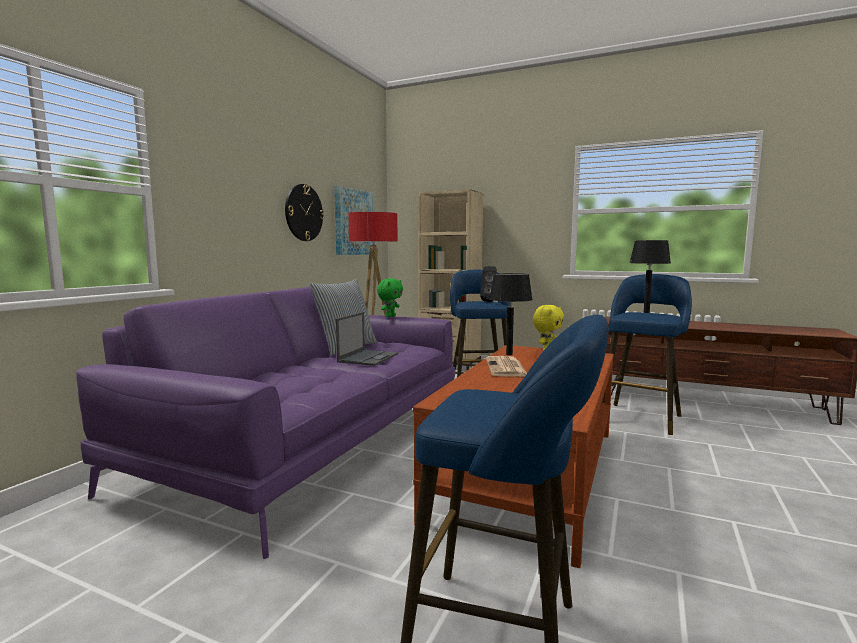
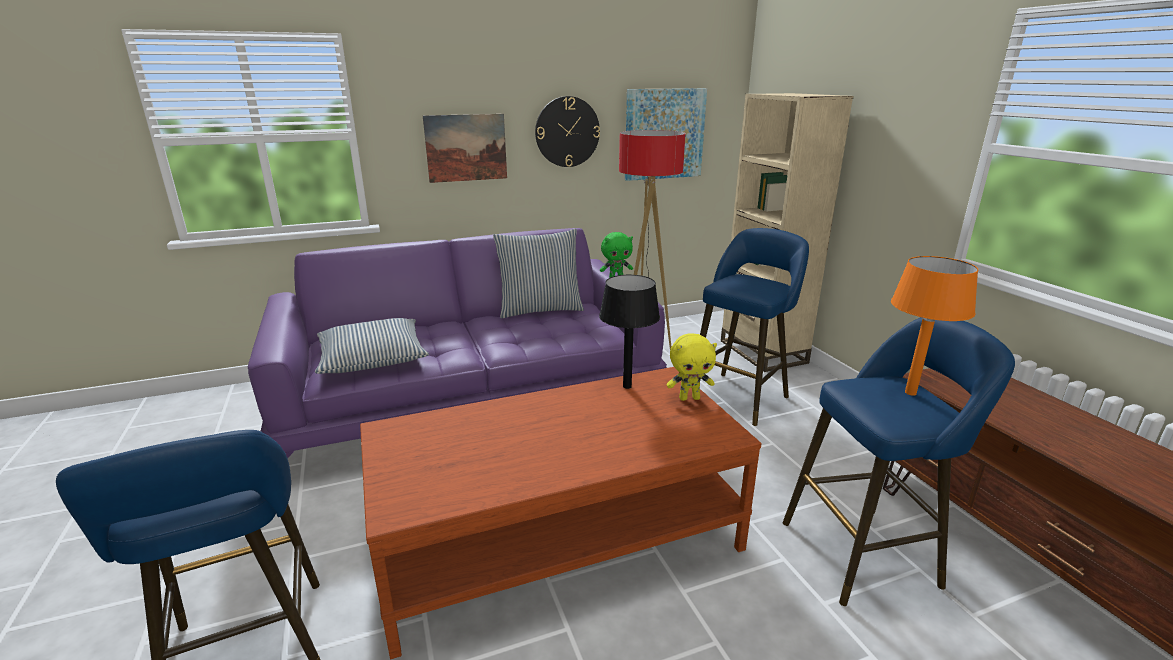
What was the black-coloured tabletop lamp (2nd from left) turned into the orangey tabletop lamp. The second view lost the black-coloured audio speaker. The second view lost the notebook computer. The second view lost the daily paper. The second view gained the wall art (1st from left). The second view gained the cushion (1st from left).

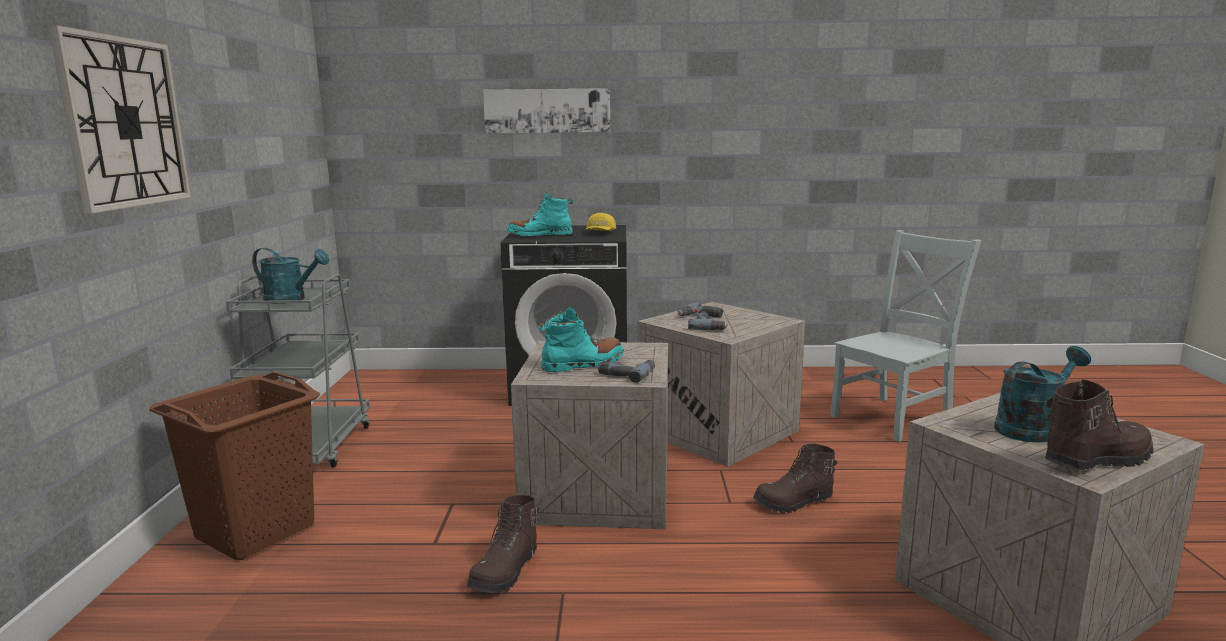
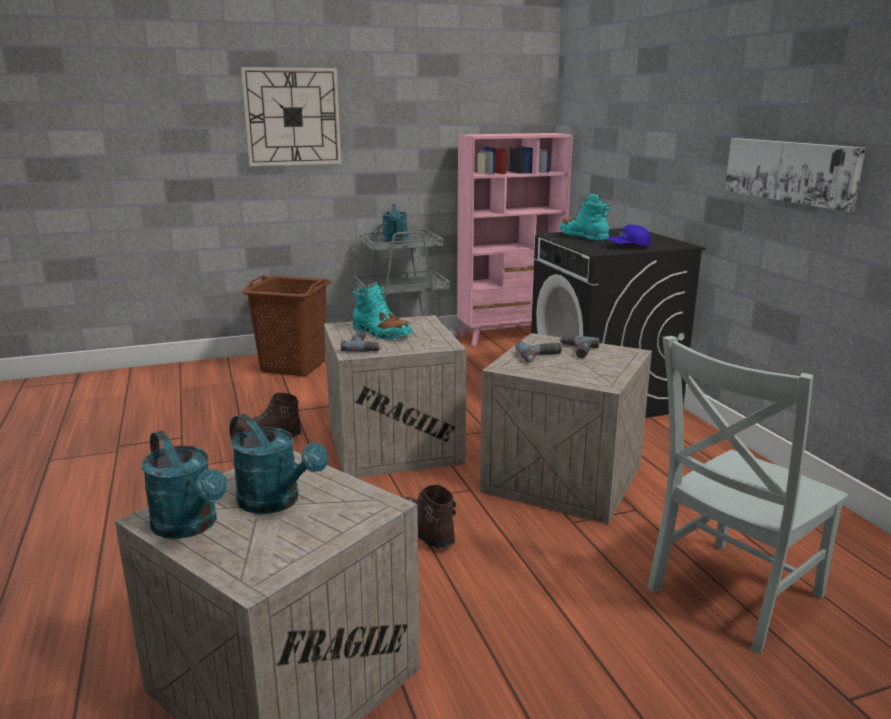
The wall art ended up elsewhere. What was the yellowish cap turned into the blue cap. The greyish chair ended up facing another way, 105 degrees clockwise from before. Where the brown boot (3rd from left) stood, the turquoise-coloured watering pot (1st from left) came to stand. The second view gained the pink shelving unit.

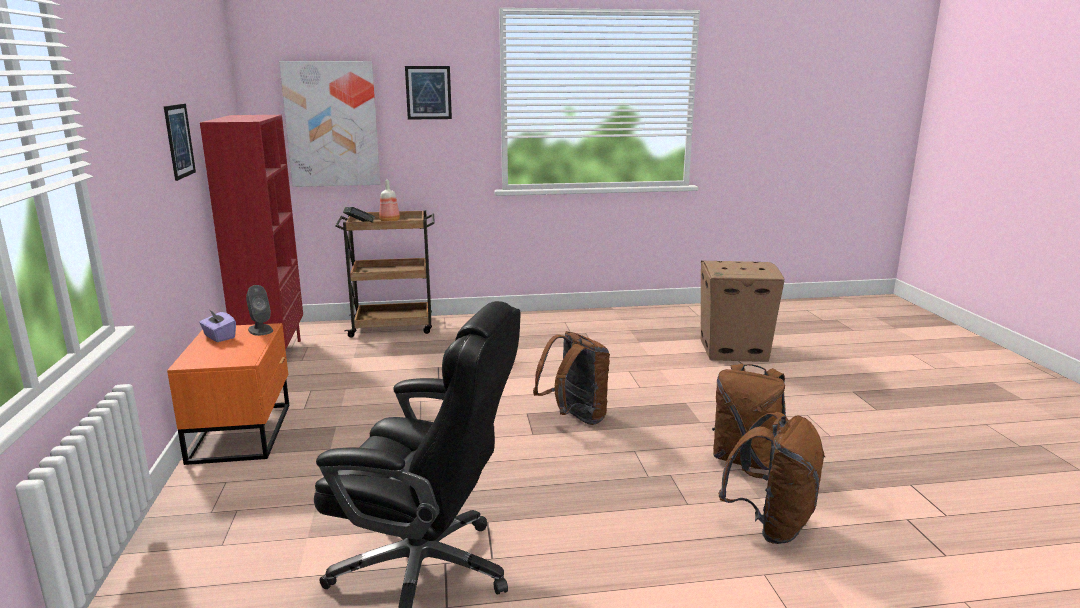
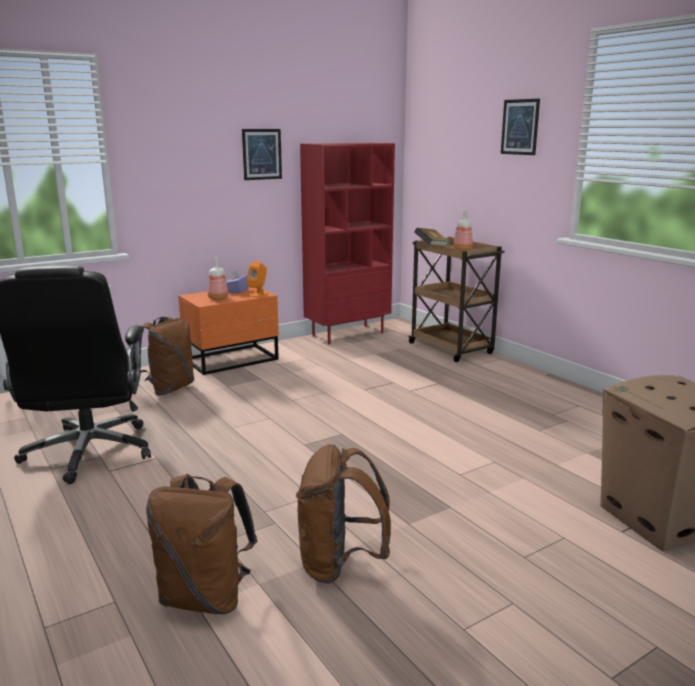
The second view lost the wall art (2nd from left). What was the greyish audio speaker turned into the orangey audio speaker. The brown knapsack (1st from left) ended up elsewhere. The second view gained the bottle (1st from left).

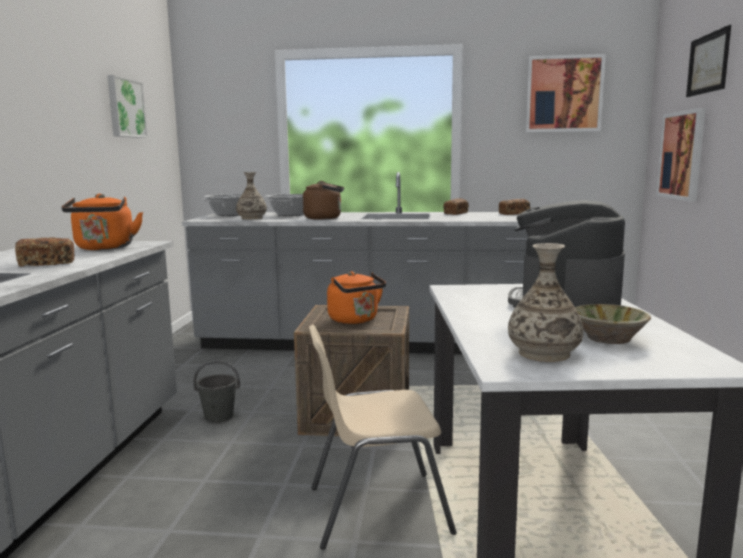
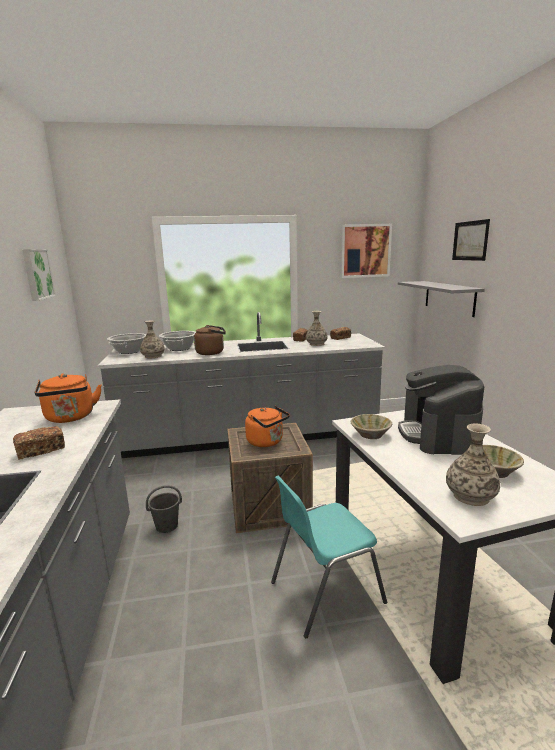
Where the wall art (3rd from left) hung, the greyish shelf came to hang. What was the sand-coloured chair turned into the turquoise-coloured chair. The second view gained the vase (2nd from left). The second view gained the sand-coloured serving bowl (1st from left).

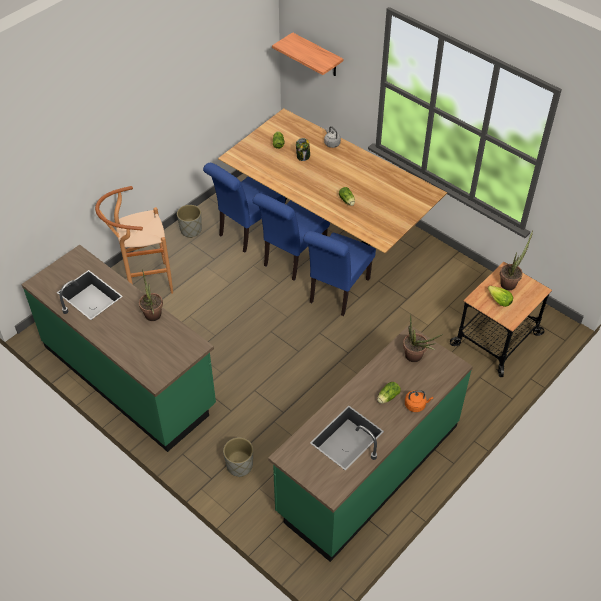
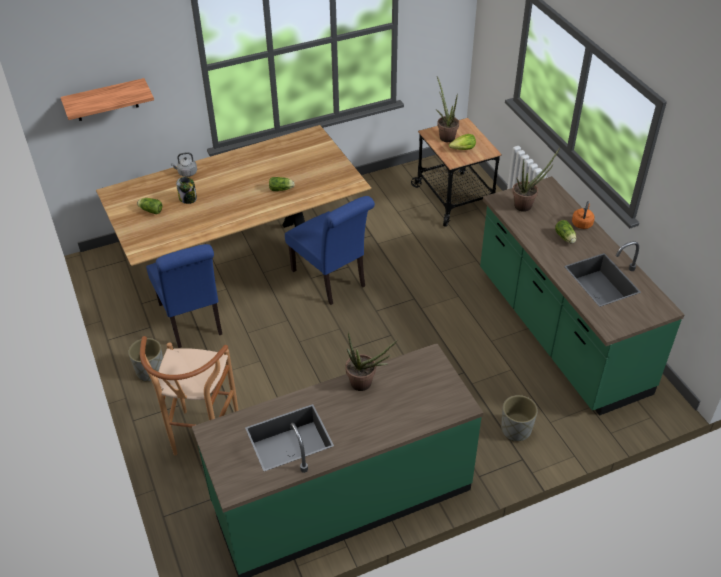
The second view lost the blue chair (2nd from left).

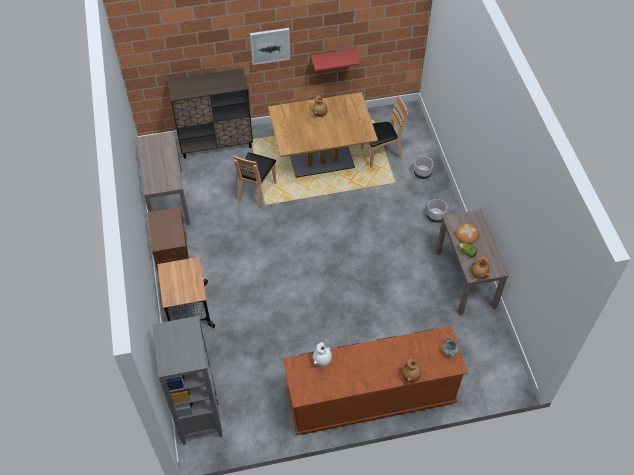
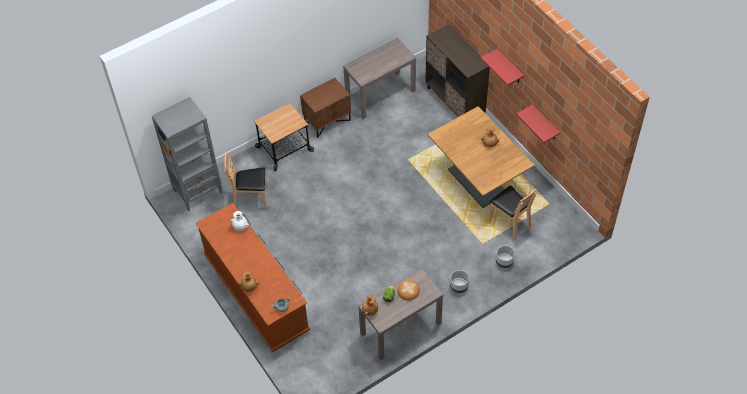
Where the wall art hung, the red-coloured shelf (1st from left) came to hang. The brown chair (1st from left) ended up elsewhere.

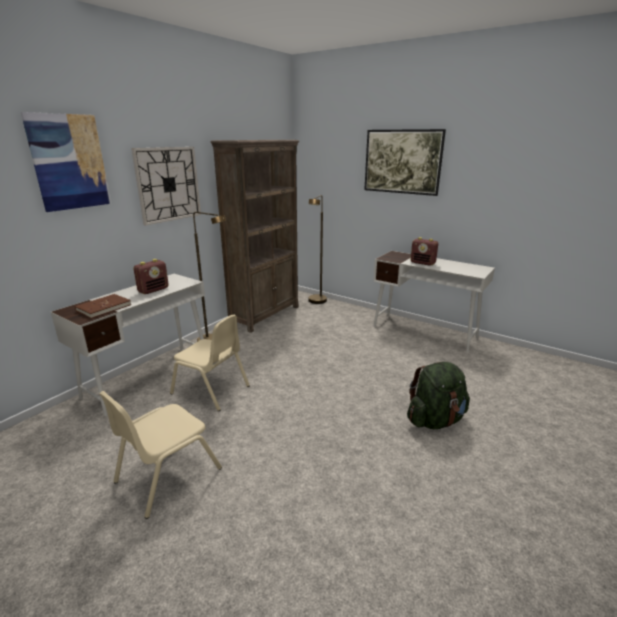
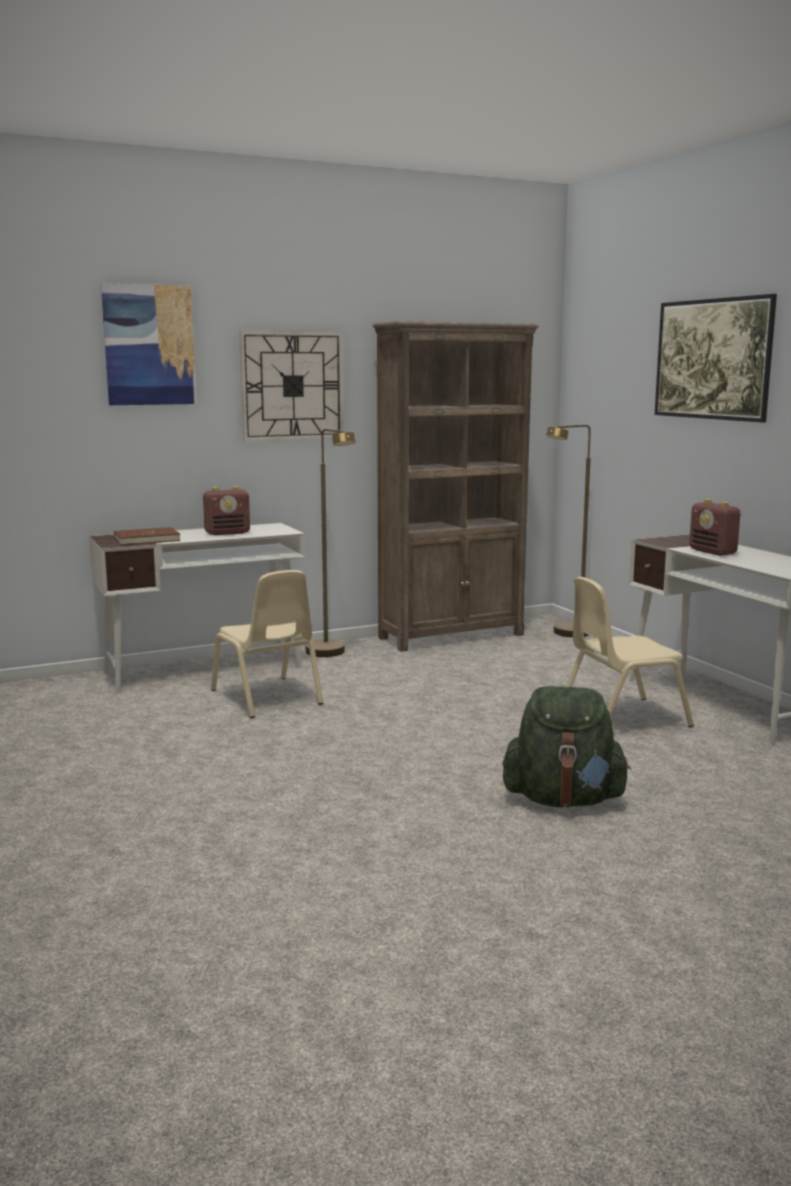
The sand-coloured chair (1st from left in the first image) ended up elsewhere.

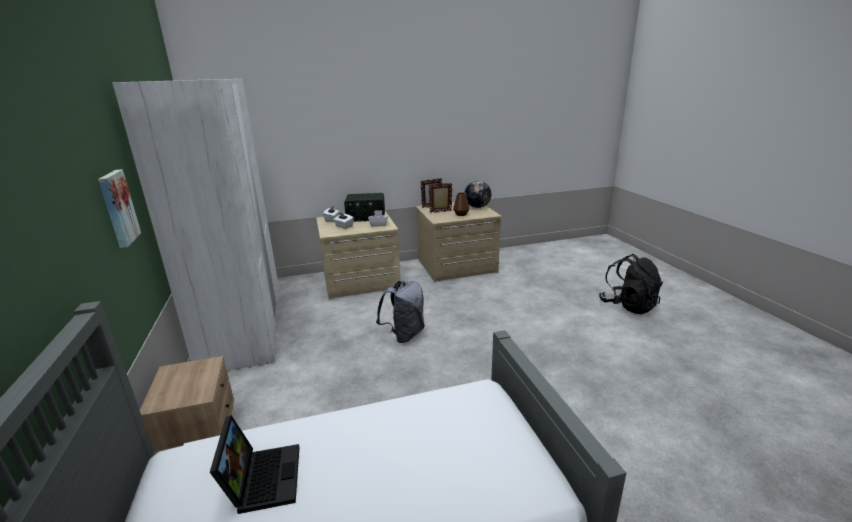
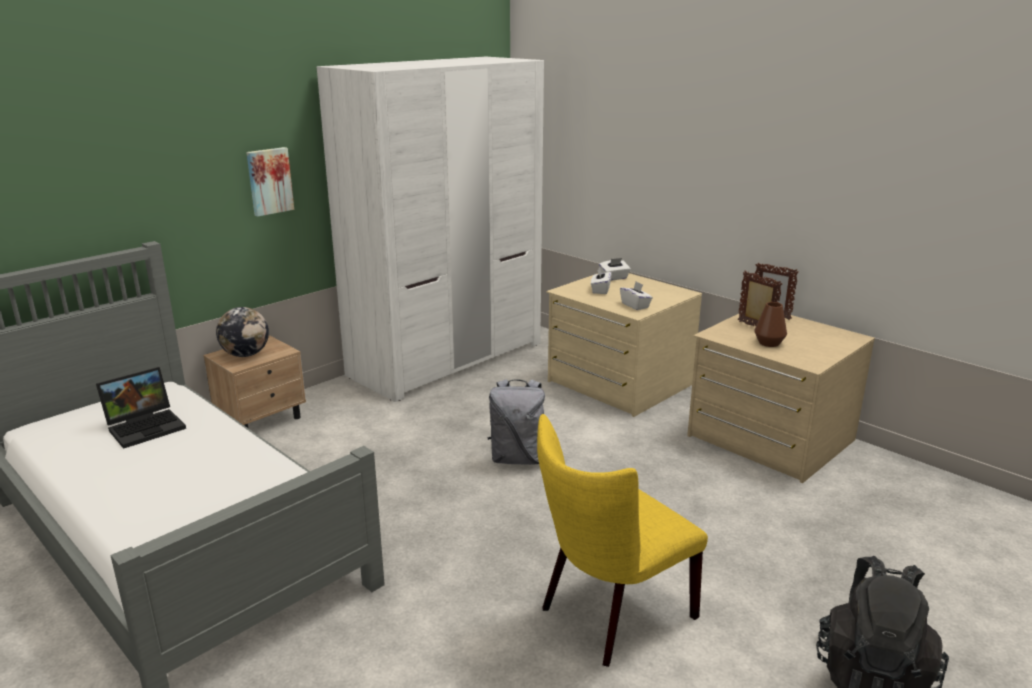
The globe ended up elsewhere. The second view lost the radio receiver. The second view gained the yellowish chair.

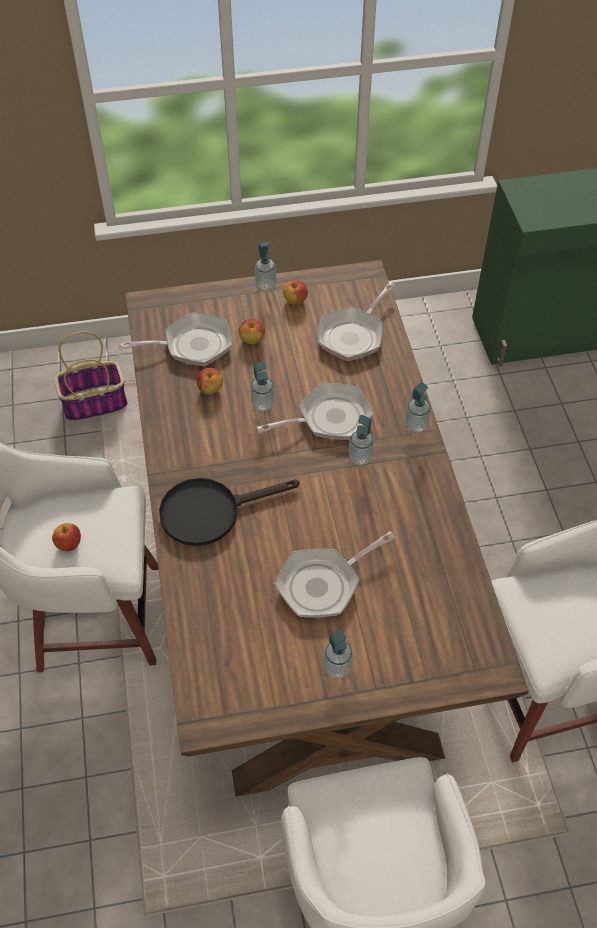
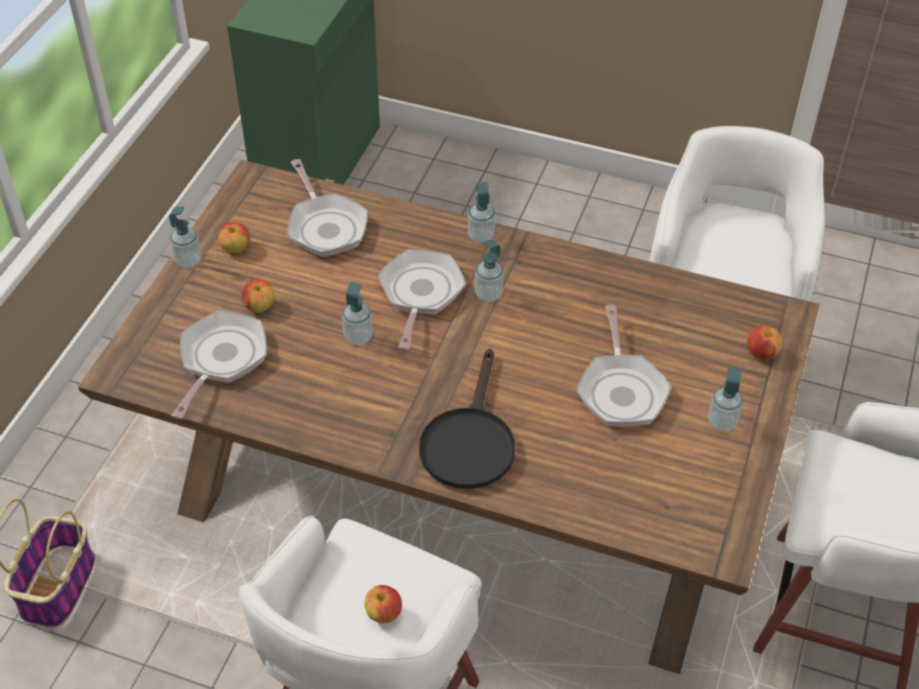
The whole apple (2nd from left in the first image) ended up elsewhere.

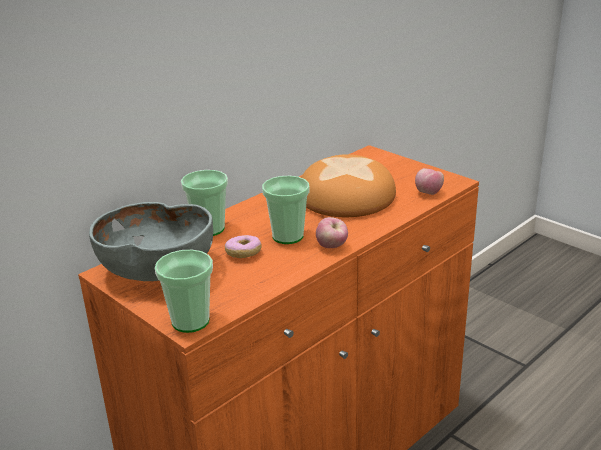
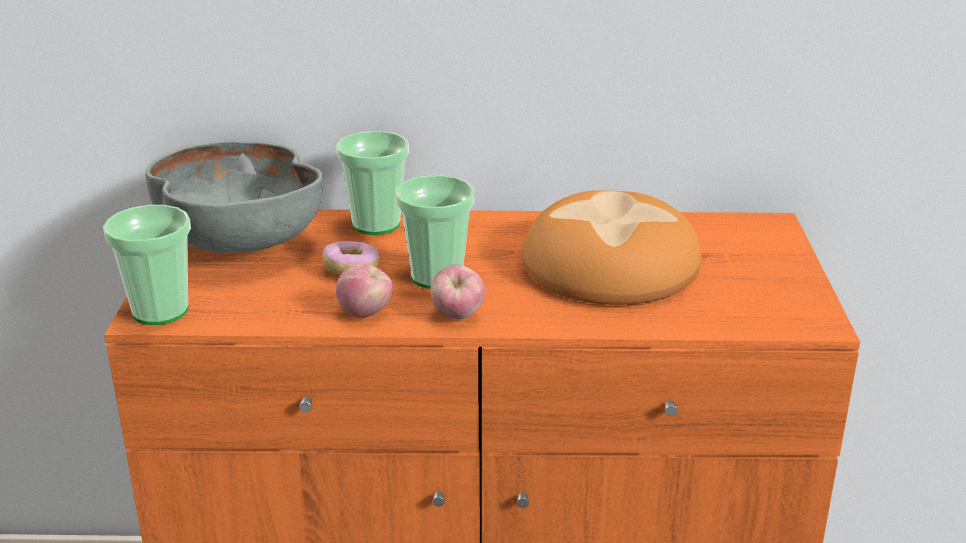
The whole apple (2nd from left in the first image) ended up elsewhere.

